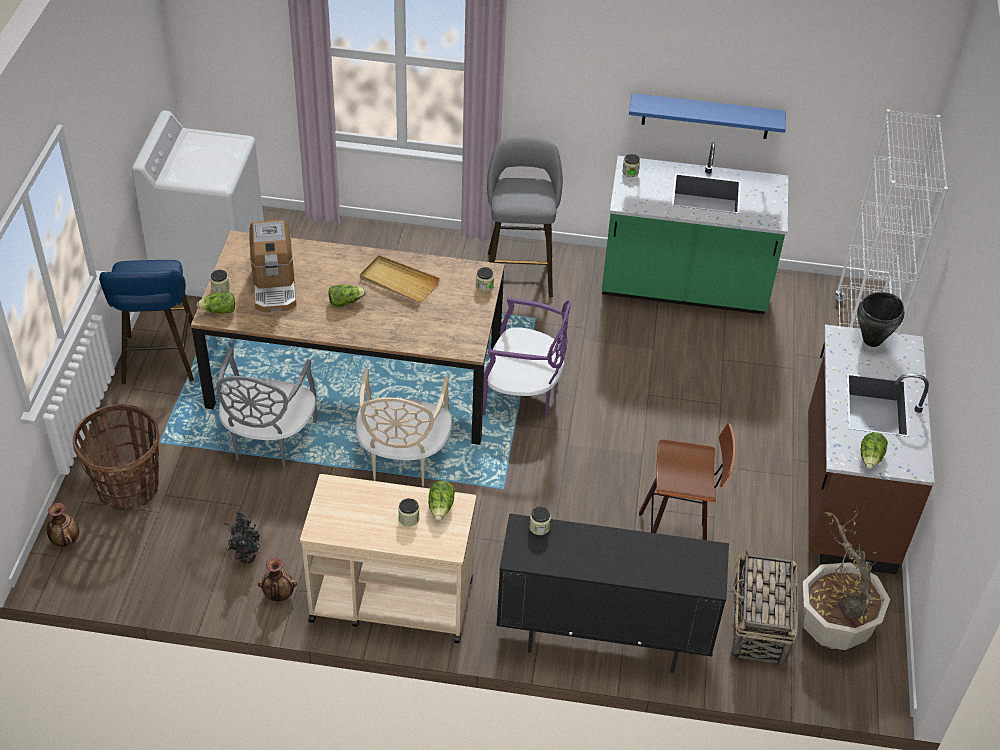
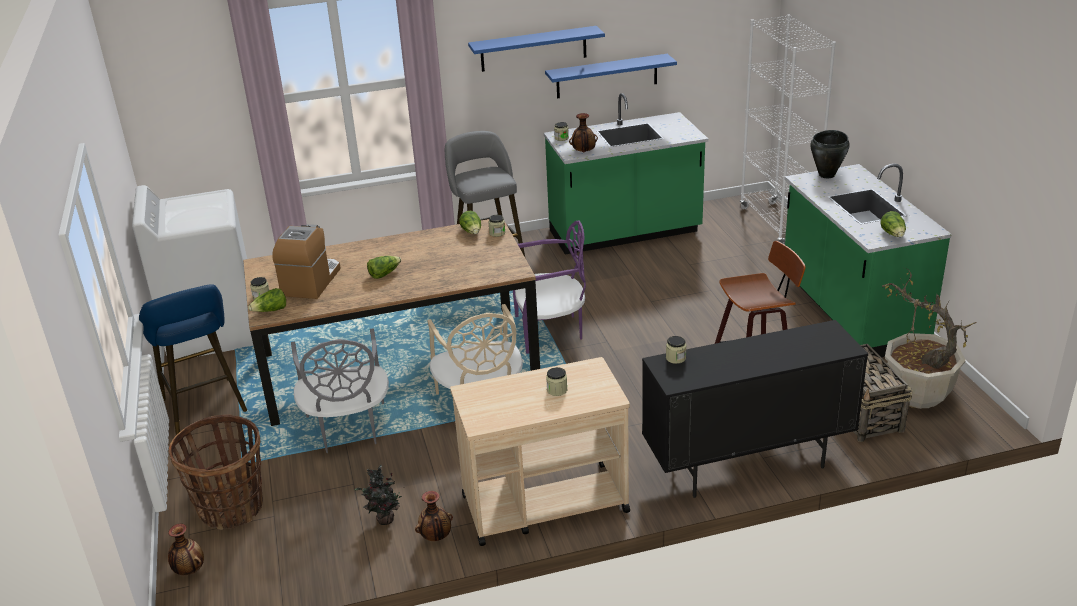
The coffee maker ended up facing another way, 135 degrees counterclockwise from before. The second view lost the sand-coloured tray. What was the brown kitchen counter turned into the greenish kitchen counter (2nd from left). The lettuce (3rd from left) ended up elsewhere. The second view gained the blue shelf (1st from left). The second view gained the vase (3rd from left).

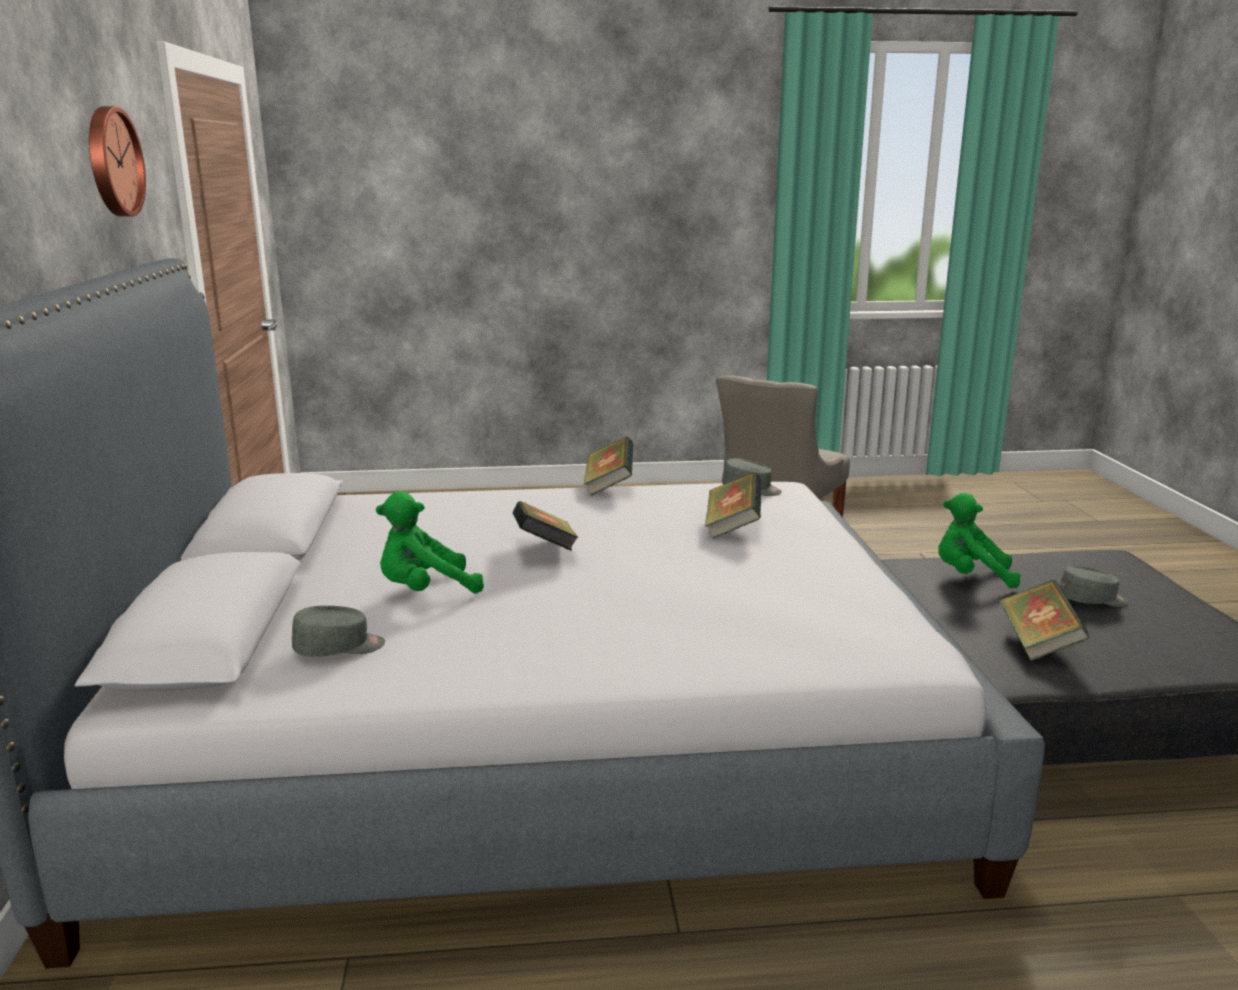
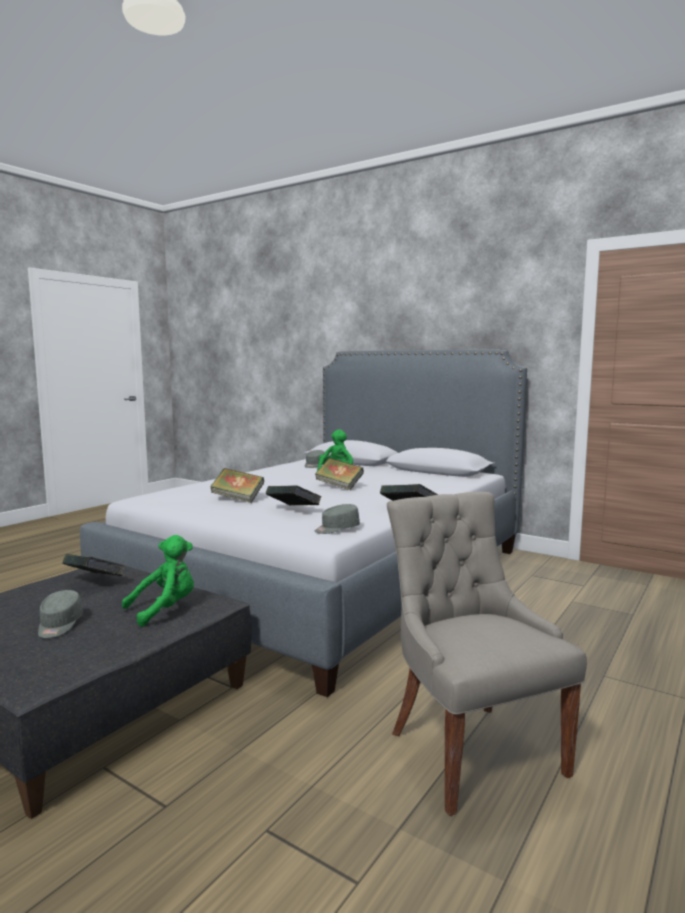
The second view lost the clock on the wall. The greyish cap (3rd from left in the first image) ended up facing another way, 45 degrees counterclockwise from before. The second view gained the volume (2nd from left).

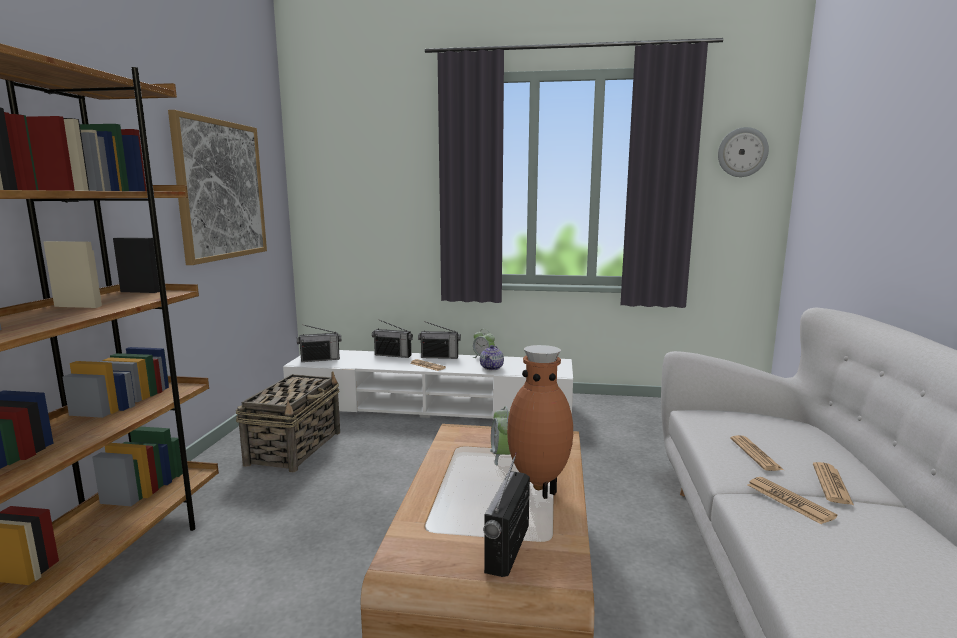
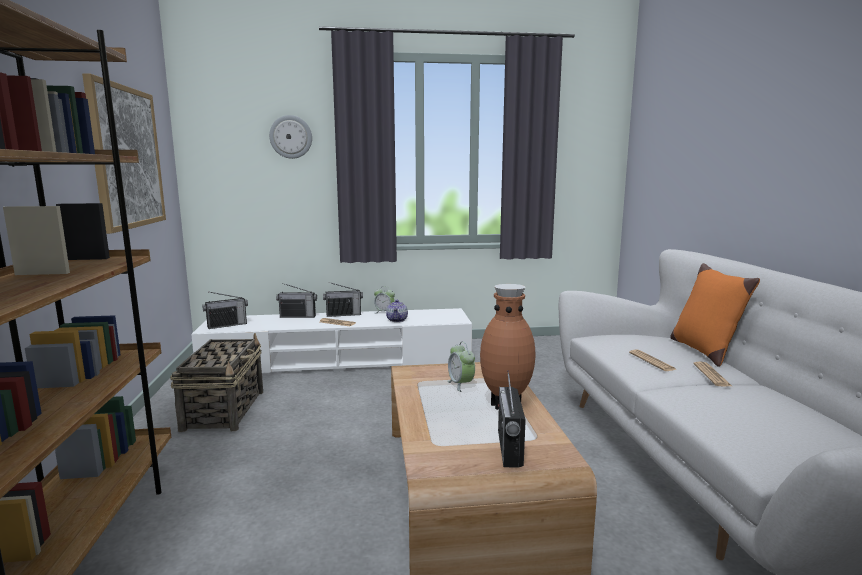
The clock on the wall ended up elsewhere. The second view lost the daily paper (3rd from left). The second view gained the orangey cushion.

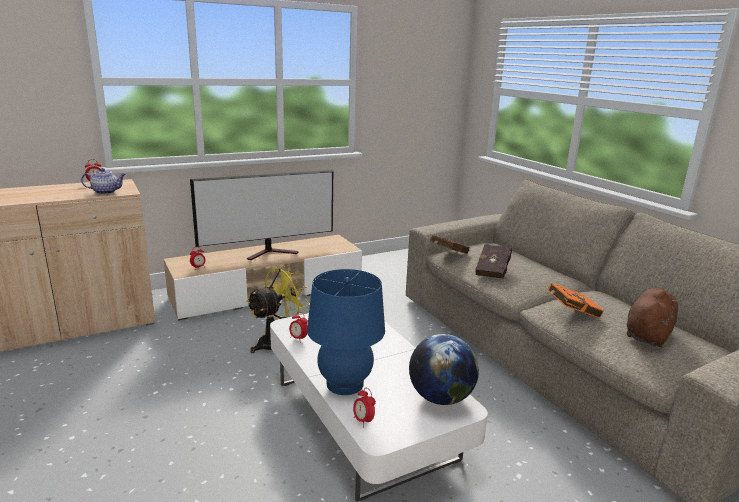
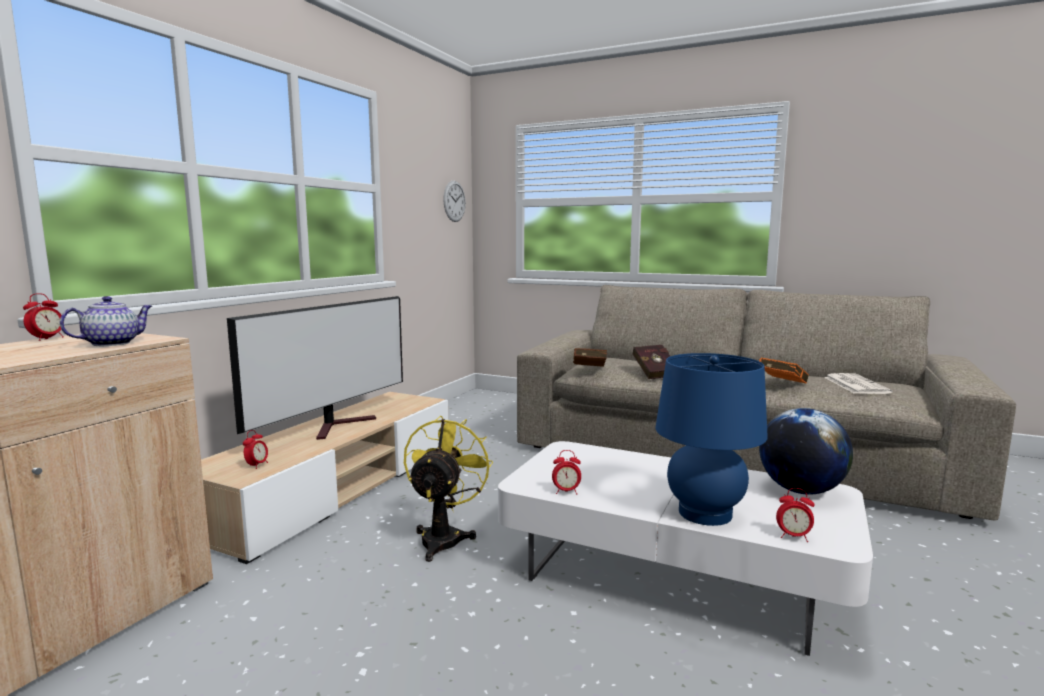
Where the brown cuddly toy stood, the daily paper came to stand. The second view gained the clock on the wall.

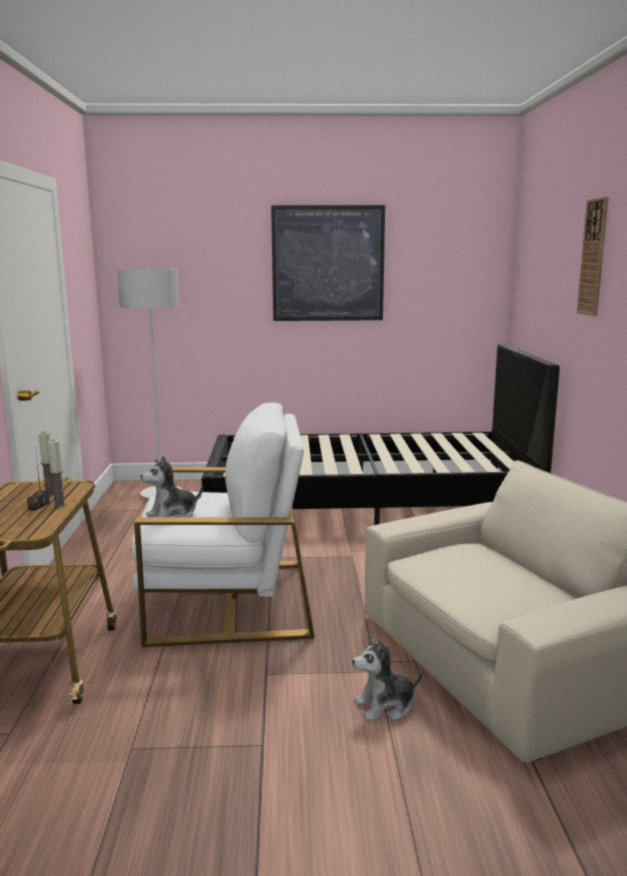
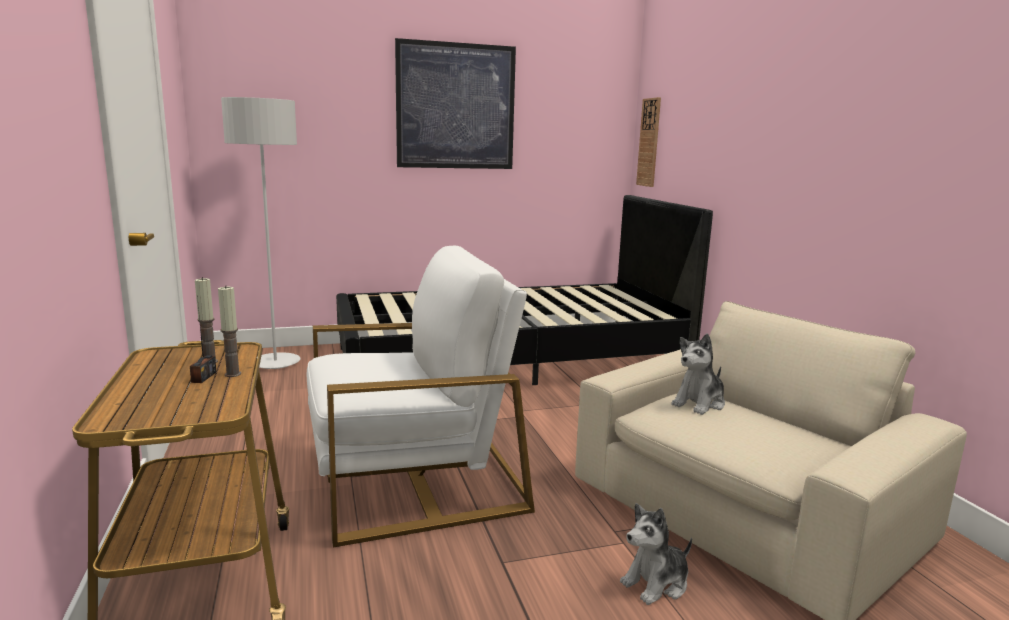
The clock on the wall ended up elsewhere. The cuddly toy (1st from left in the first image) ended up elsewhere.

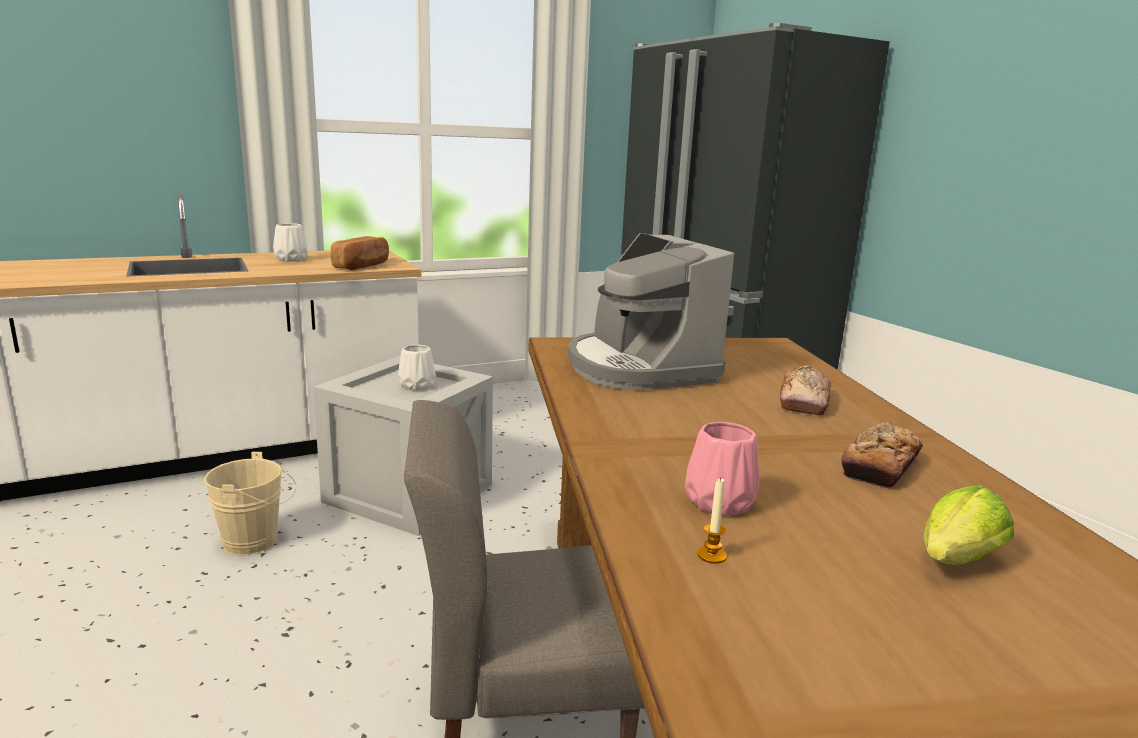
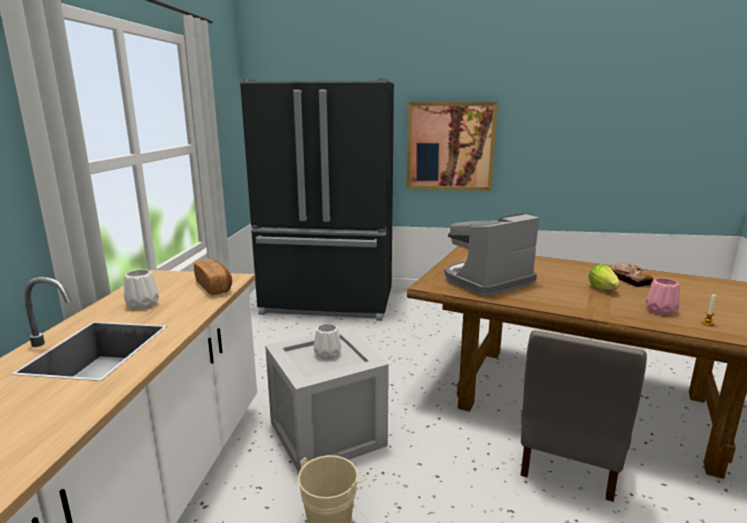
The coffee maker ended up facing another way, 135 degrees clockwise from before. The second view lost the baked bread (2nd from left). The lettuce ended up elsewhere. The second view gained the wall art.

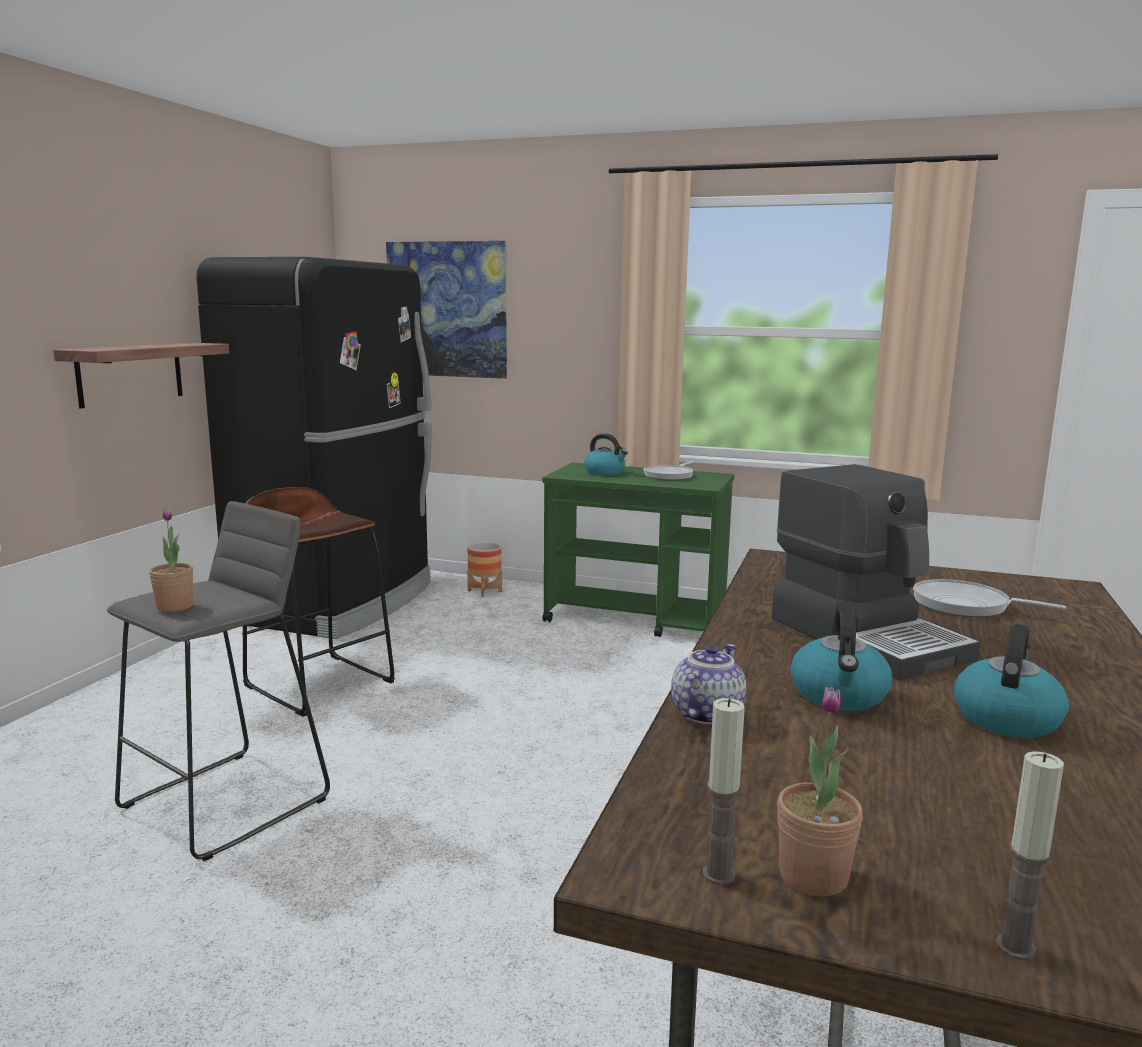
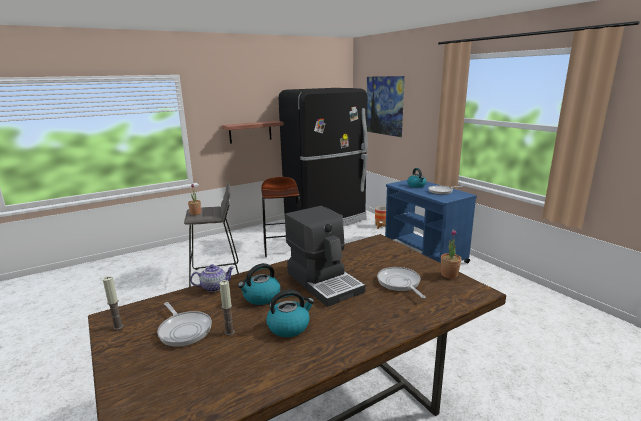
What was the greenish trolley turned into the blue trolley. The coffee maker ended up facing another way, 45 degrees counterclockwise from before. The potted plant (2nd from left) ended up elsewhere. The wax light (2nd from left) ended up elsewhere. The second view gained the skillet (1st from left).

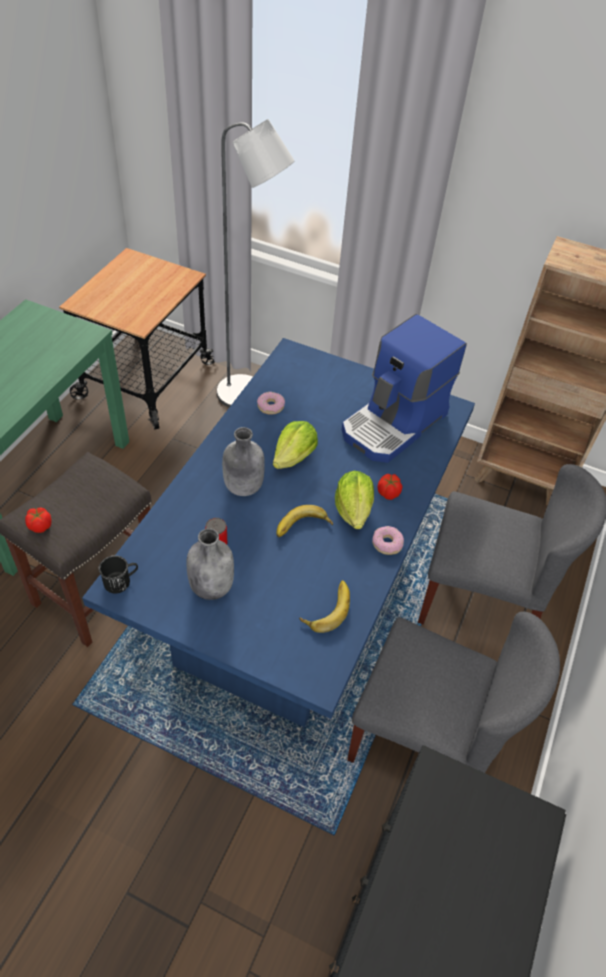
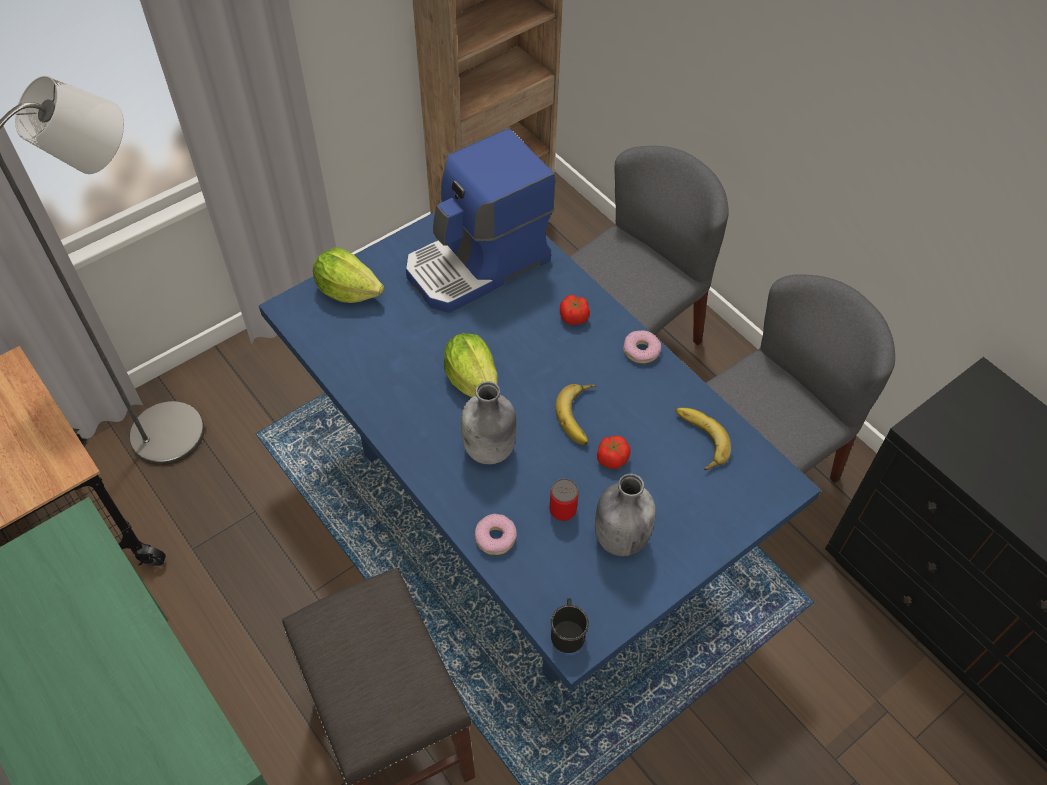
The coffee maker ended up facing another way, 75 degrees clockwise from before. The doughnut (1st from left) ended up elsewhere. The lettuce (2nd from left in the first image) ended up elsewhere. The tomato (1st from left in the first image) ended up elsewhere.

